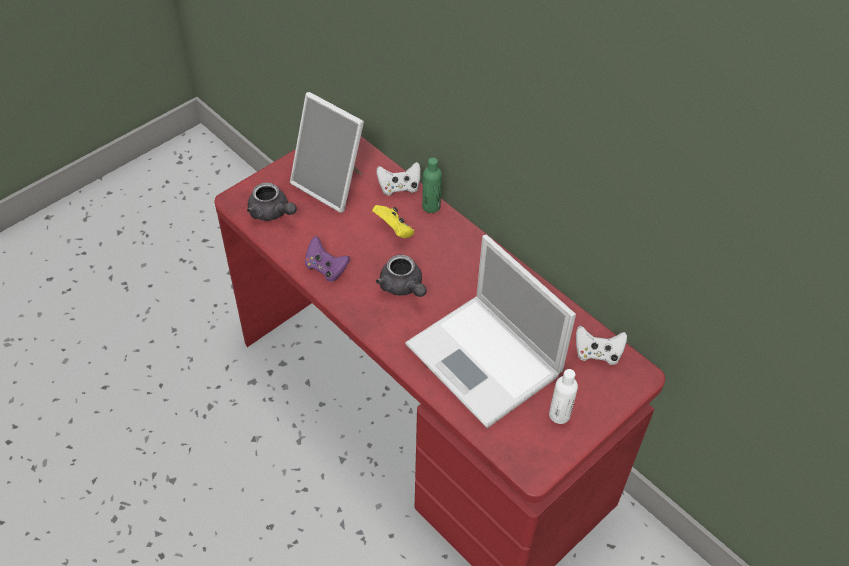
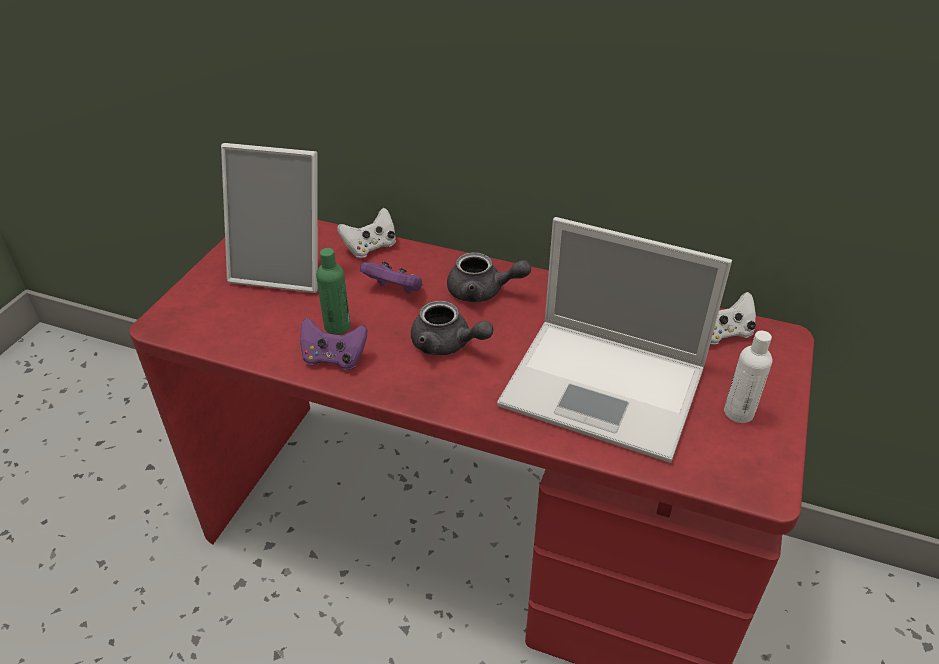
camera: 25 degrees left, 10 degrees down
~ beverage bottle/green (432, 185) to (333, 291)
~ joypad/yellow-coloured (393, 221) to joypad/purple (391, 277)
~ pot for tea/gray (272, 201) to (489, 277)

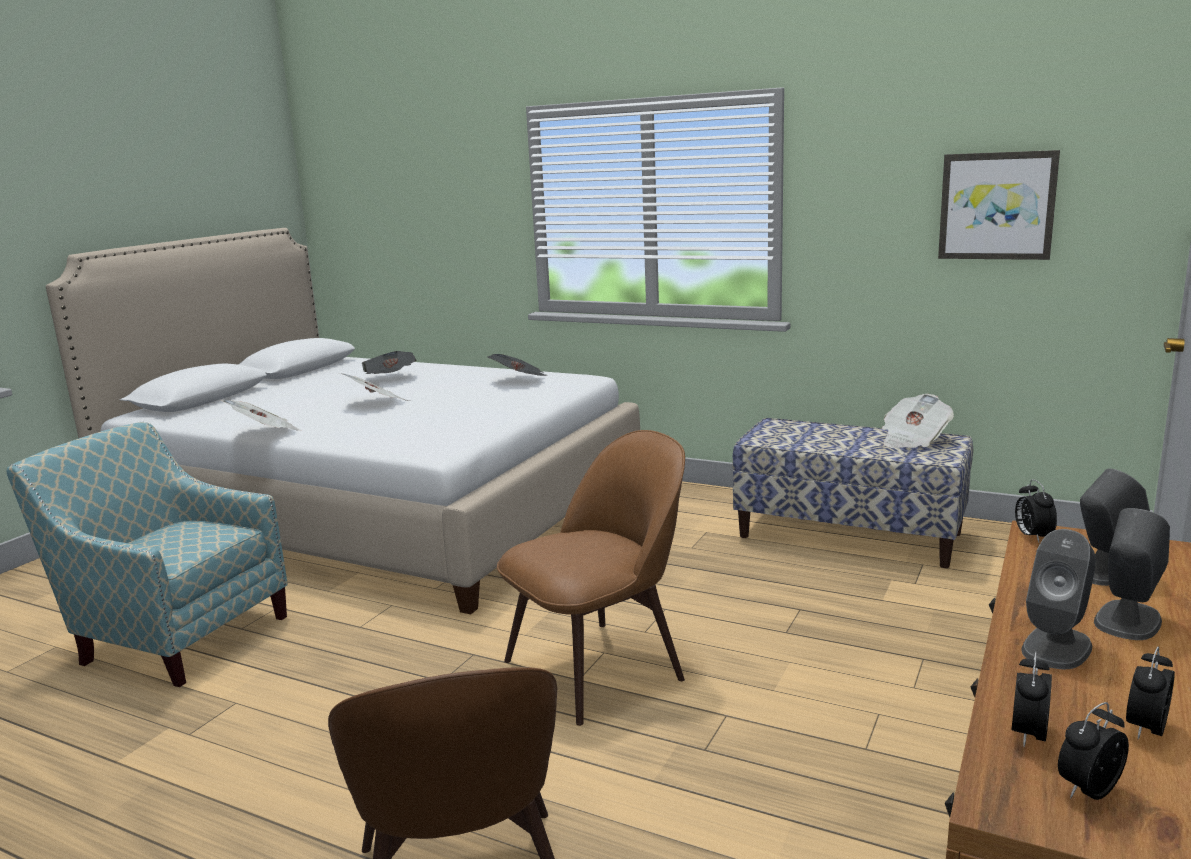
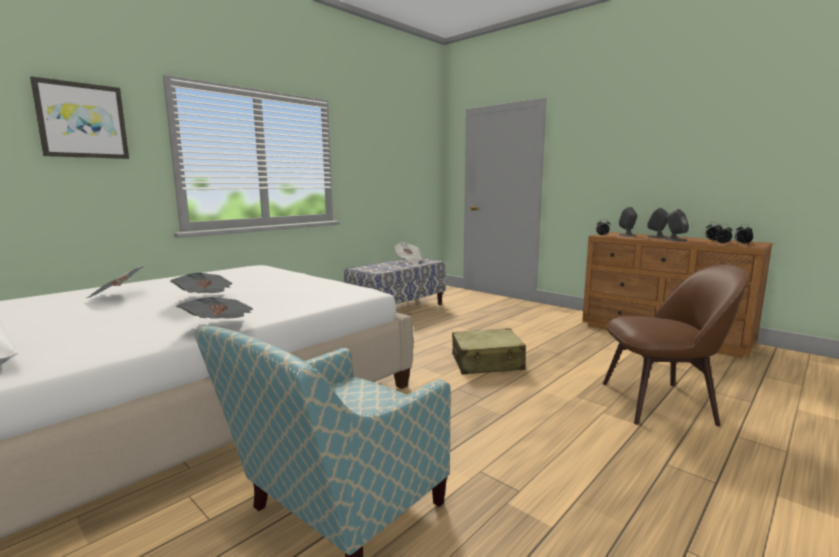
camera: 75 degrees left, 5 degrees down
~ wall art (999, 205) to (79, 117)
~ chair/brown-coloured (591, 578) to piece of luggage/beige-coloured (489, 351)
- daily paper (517, 365)

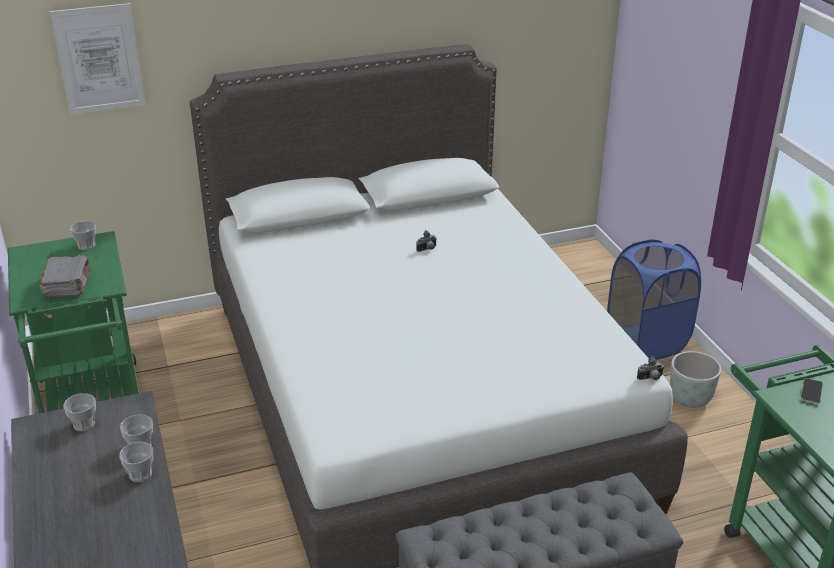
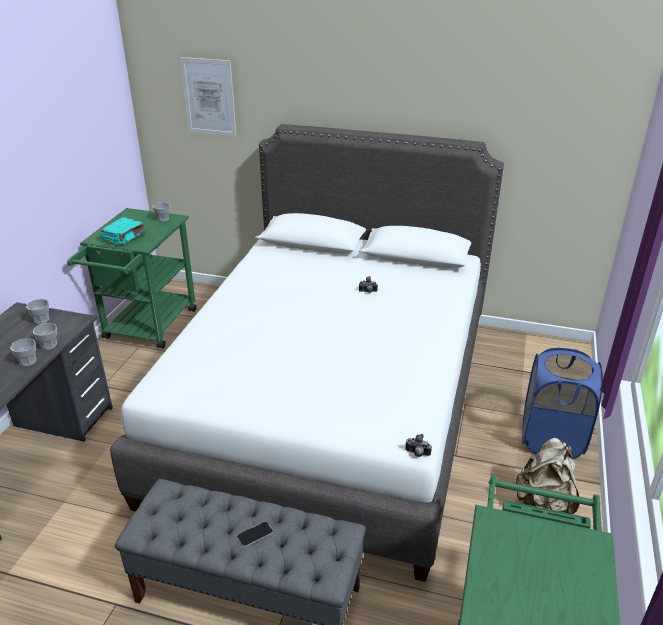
camera: 35 degrees right, 0 degrees up
~ volume/gray (65, 276) to volume/turquoise-coloured (123, 231)
~ phone (812, 391) to (255, 534)
~ flower pot/gray (695, 379) to knapsack/beige-coloured (546, 476)

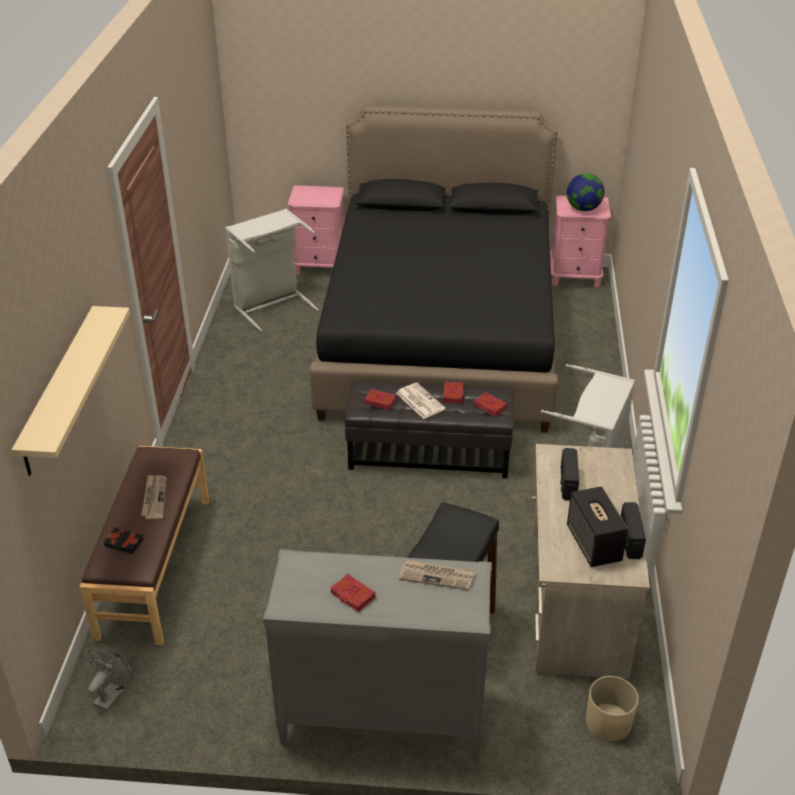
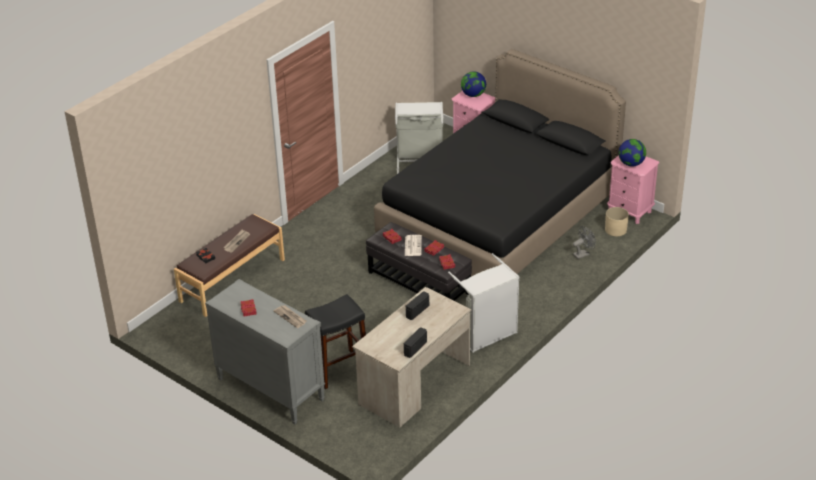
camera: 35 degrees right, 0 degrees up
+ world globe (473, 84)
~ electric fan/gray (110, 679) to (584, 242)
~ flower pot/beige-coloured (612, 708) to (617, 221)
- bracket shelf/beige-coloured (71, 391)
- speaker (597, 526)

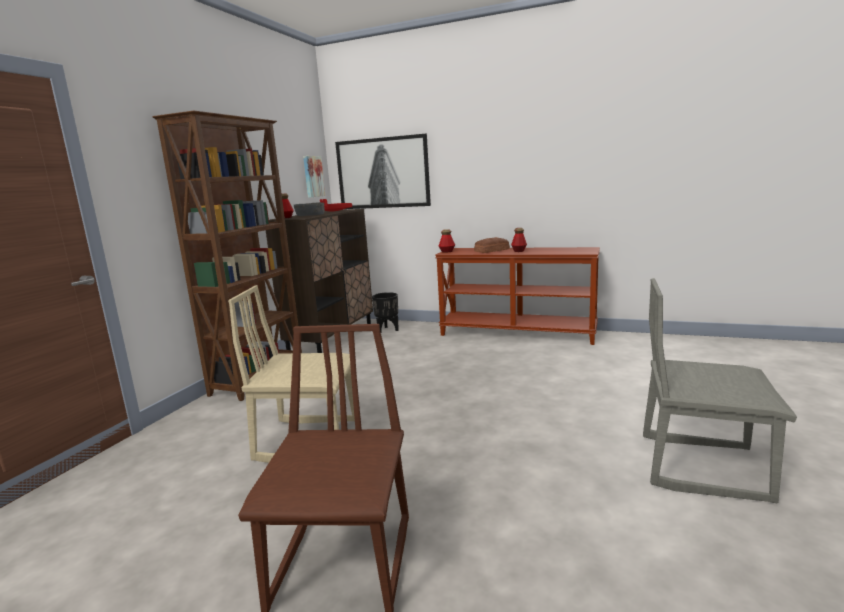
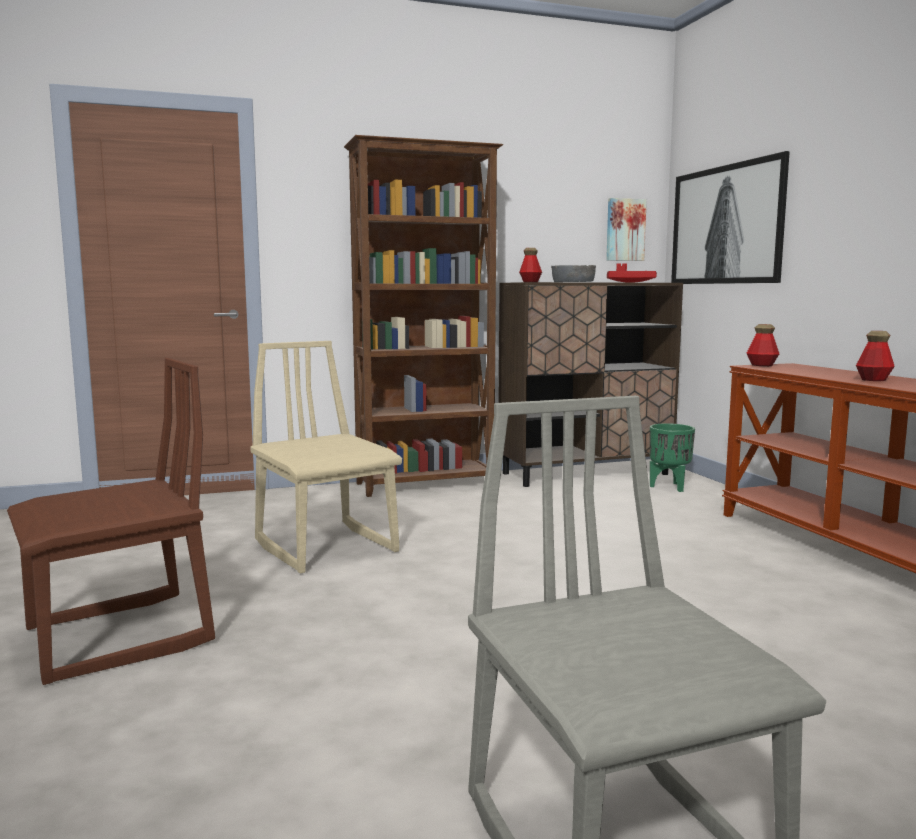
camera: 50 degrees right, 5 degrees down
~ flower pot/blackish (385, 312) to flower pot/green (672, 457)
- bakery bread (492, 245)

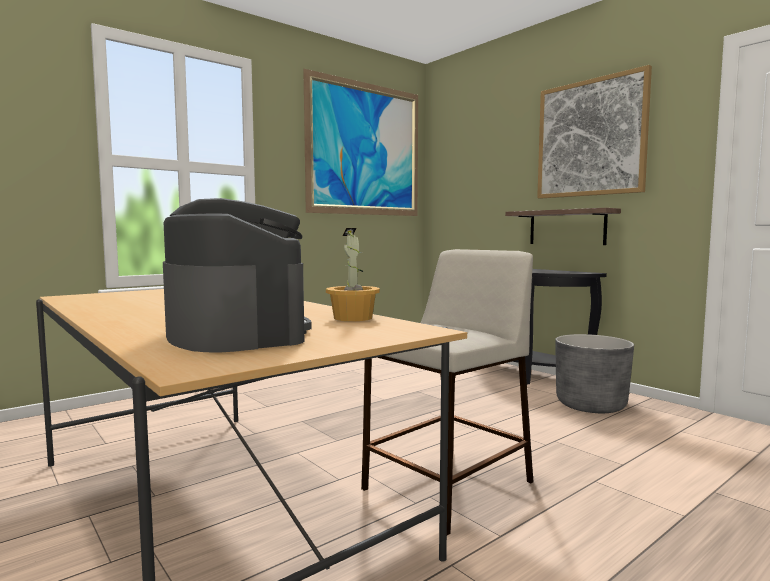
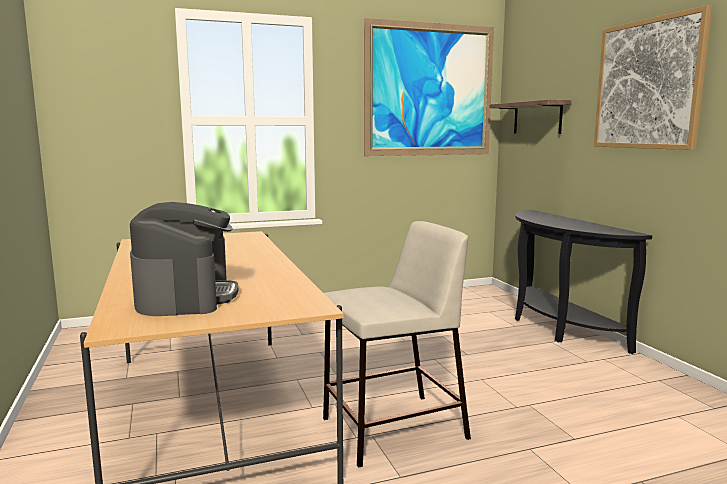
camera: 20 degrees right, 5 degrees up
~ bracket shelf (563, 226) to (530, 117)
- plant in a pot (353, 274)
- flower pot/gray (594, 373)

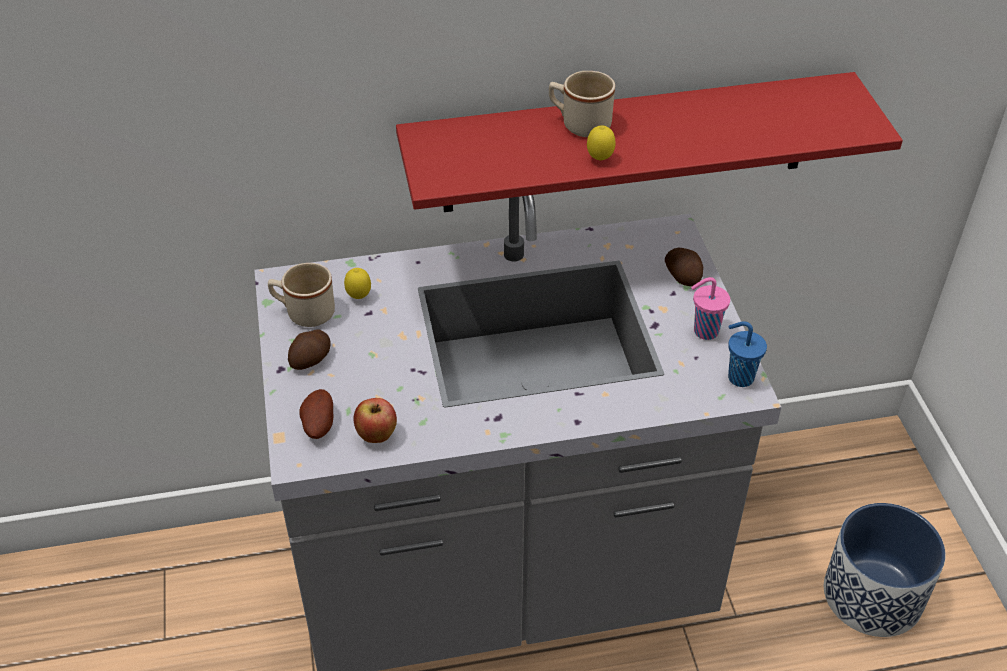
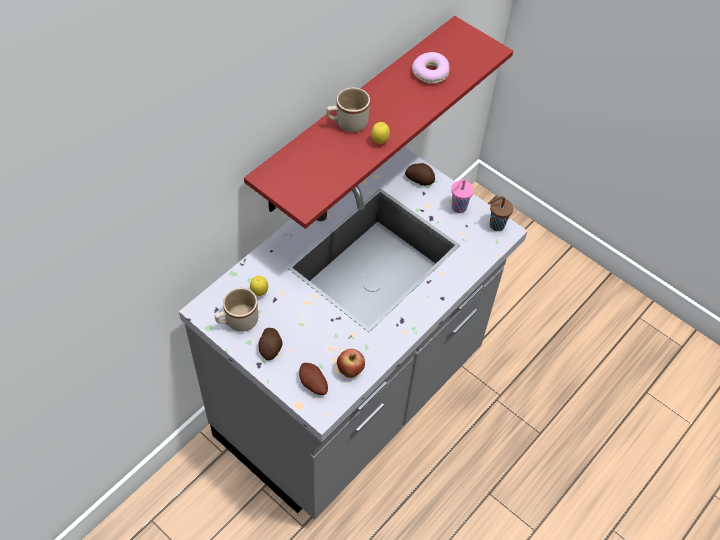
camera: 40 degrees left, 10 degrees up
+ ring doughnut (431, 68)
~ cup/blue (747, 354) to cup/brown-coloured (501, 213)
- flower pot (885, 570)

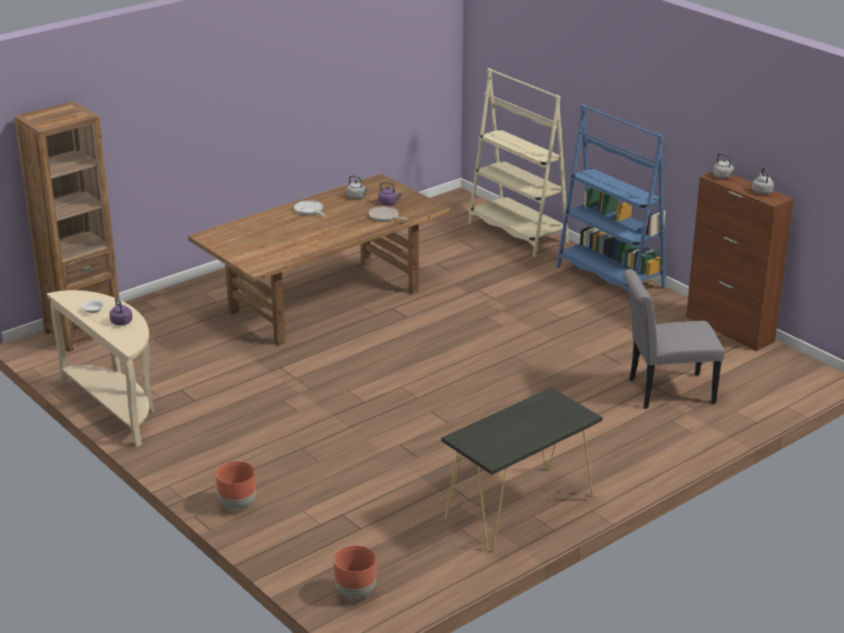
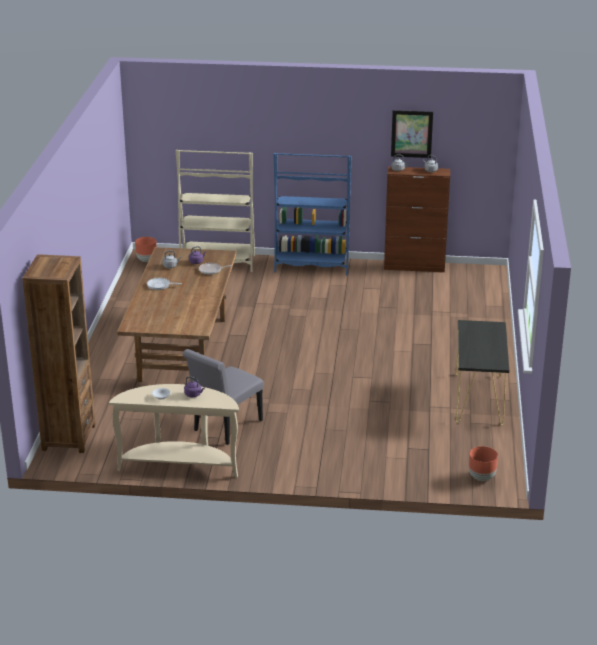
camera: 45 degrees left, 0 degrees up
~ flower pot/brown-coloured (236, 485) to (146, 249)
~ chair/gray (673, 339) to (223, 397)
+ wall art (412, 134)

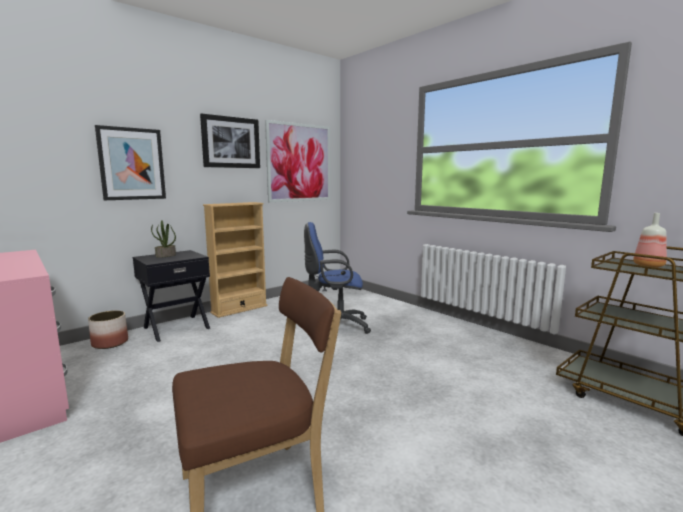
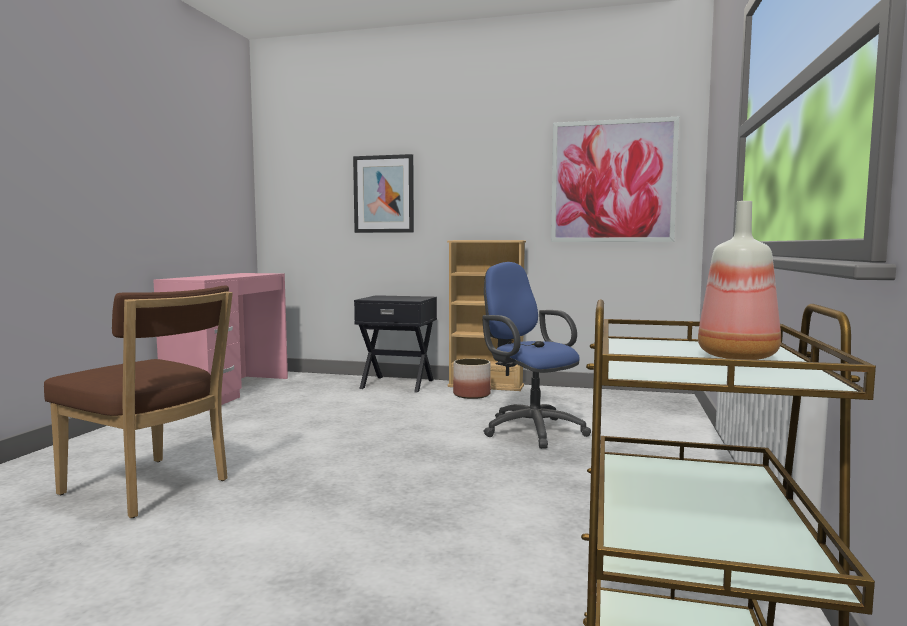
camera: 55 degrees right, 5 degrees down
~ flower pot (108, 329) to (472, 378)
- plant in a pot (163, 239)
- wall art (230, 140)

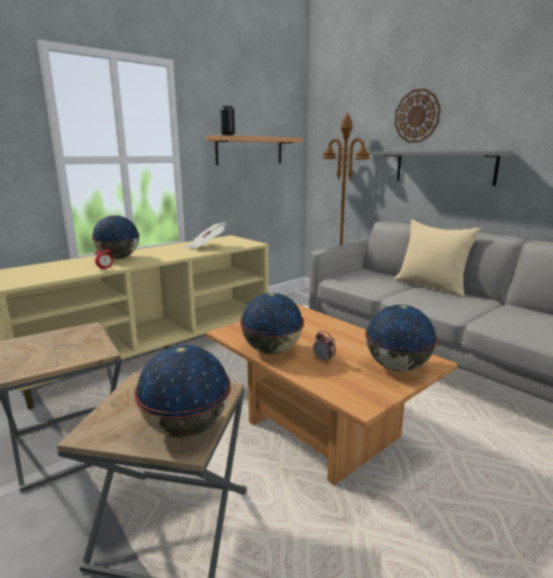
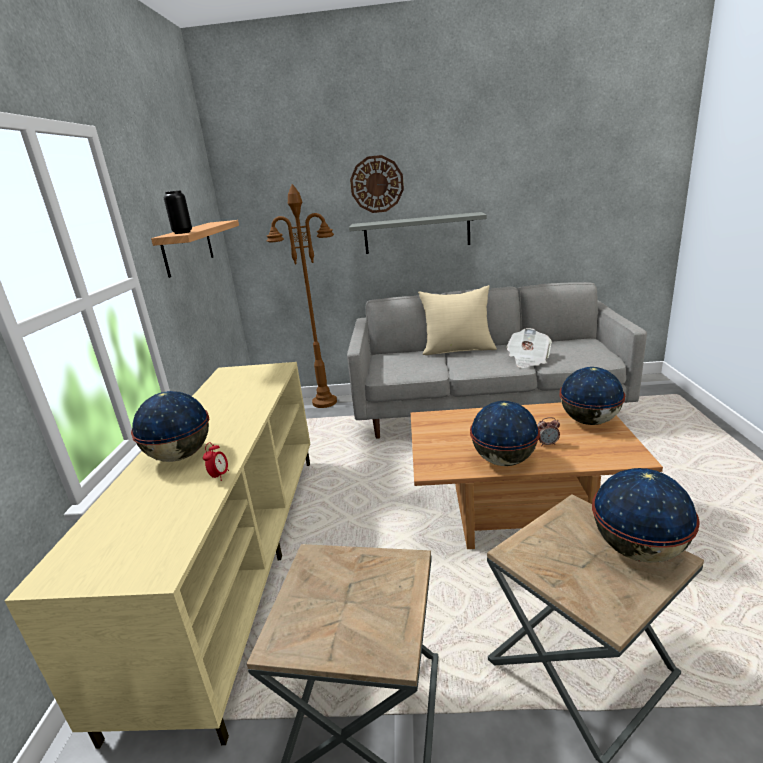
camera: 45 degrees left, 5 degrees up
~ daily paper (205, 235) to (529, 348)

